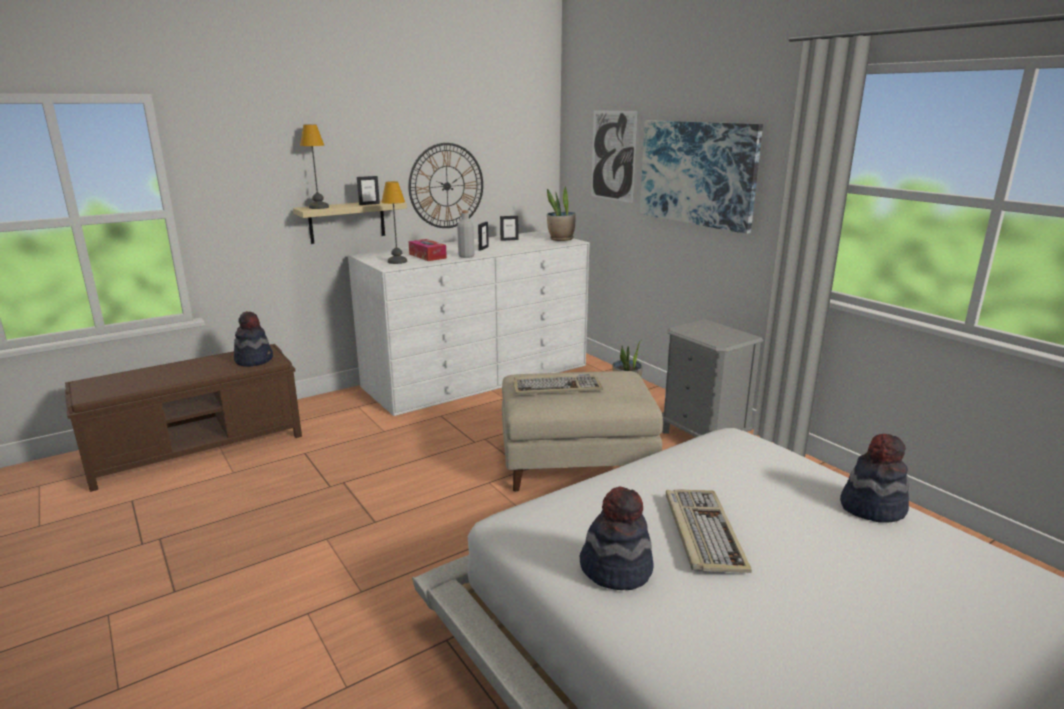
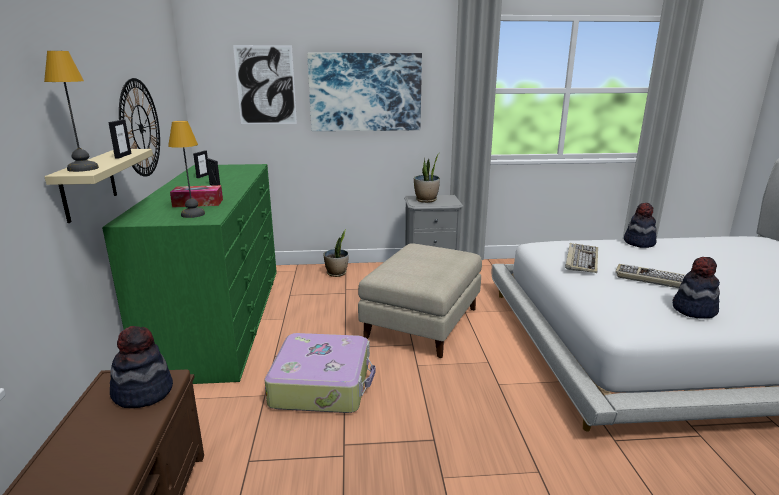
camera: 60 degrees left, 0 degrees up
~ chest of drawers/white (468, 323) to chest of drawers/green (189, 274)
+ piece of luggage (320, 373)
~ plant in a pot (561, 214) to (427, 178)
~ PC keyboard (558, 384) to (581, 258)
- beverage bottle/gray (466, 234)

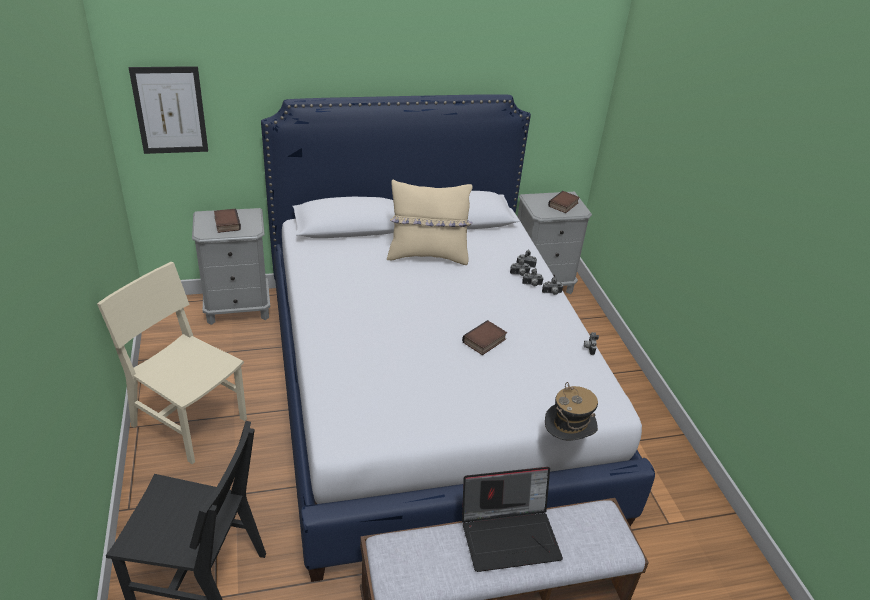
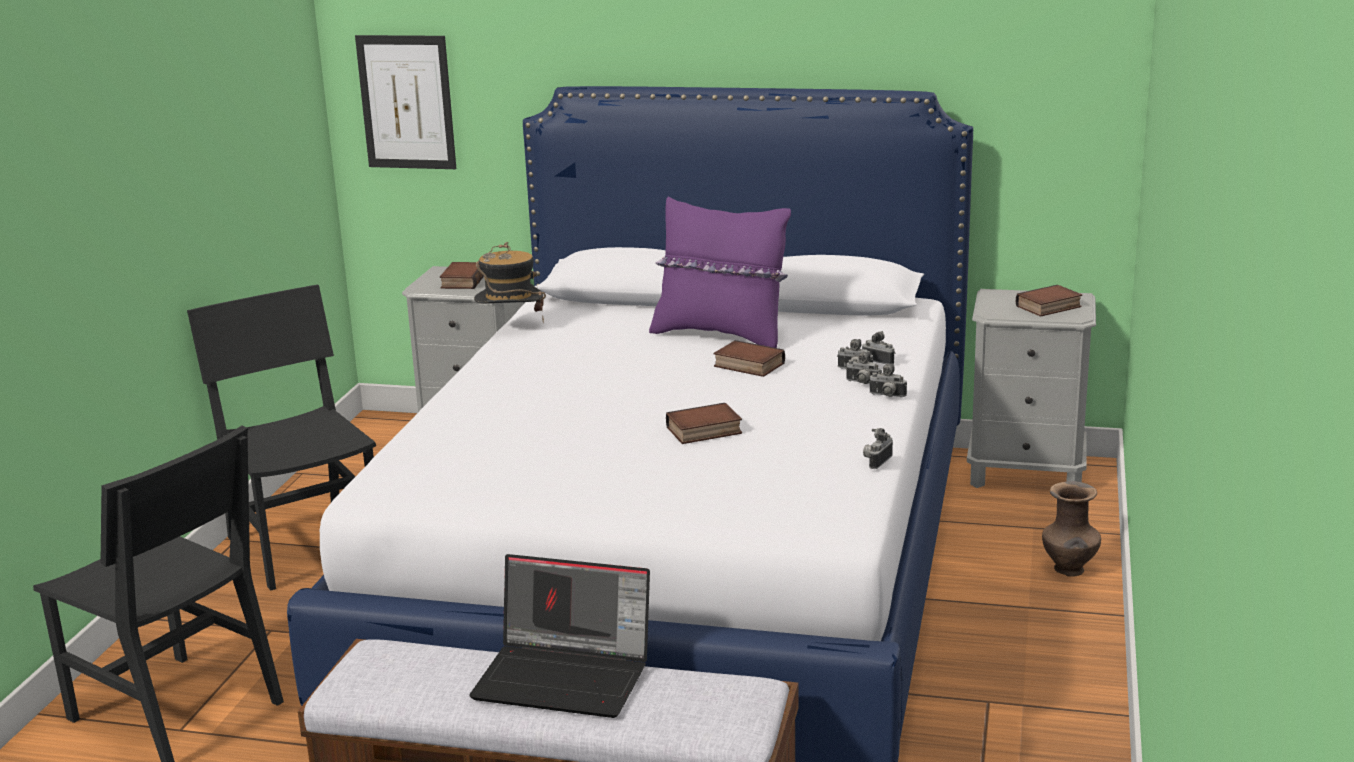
camera: 30 degrees right, 15 degrees down
~ chair/beige-coloured (172, 363) to chair/blackish (281, 438)
~ hat (571, 411) to (510, 282)
~ throw pillow/beige-coloured (429, 222) to throw pillow/purple (720, 272)
+ volume (749, 358)
+ vase/brown-coloured (1071, 529)

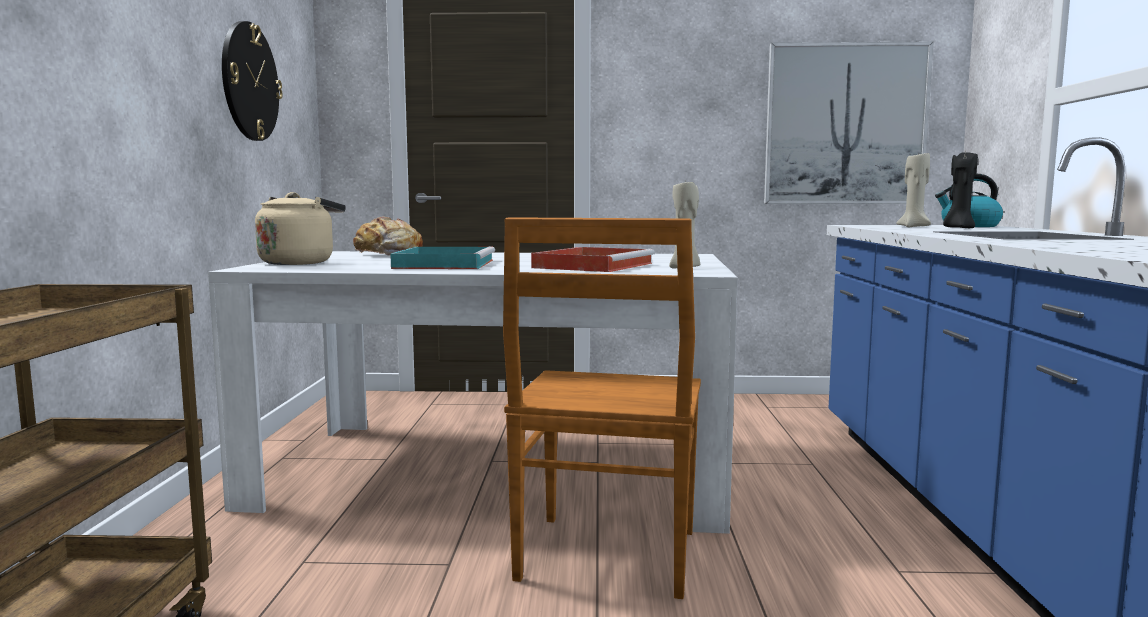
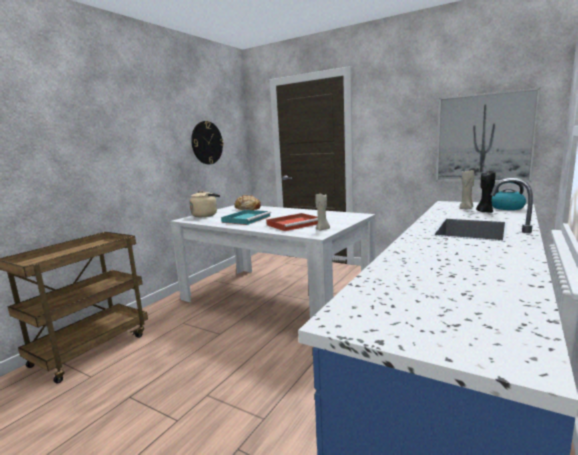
camera: 30 degrees right, 5 degrees up
- chair/brown-coloured (602, 408)

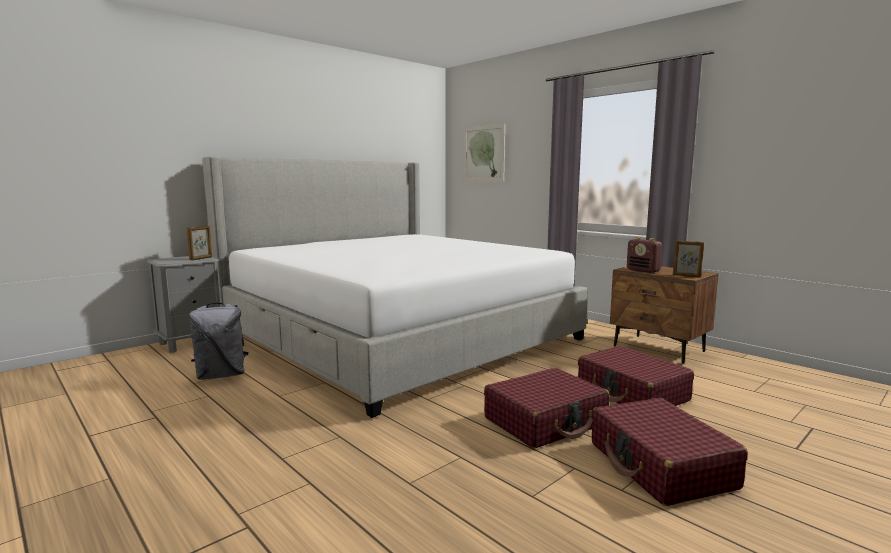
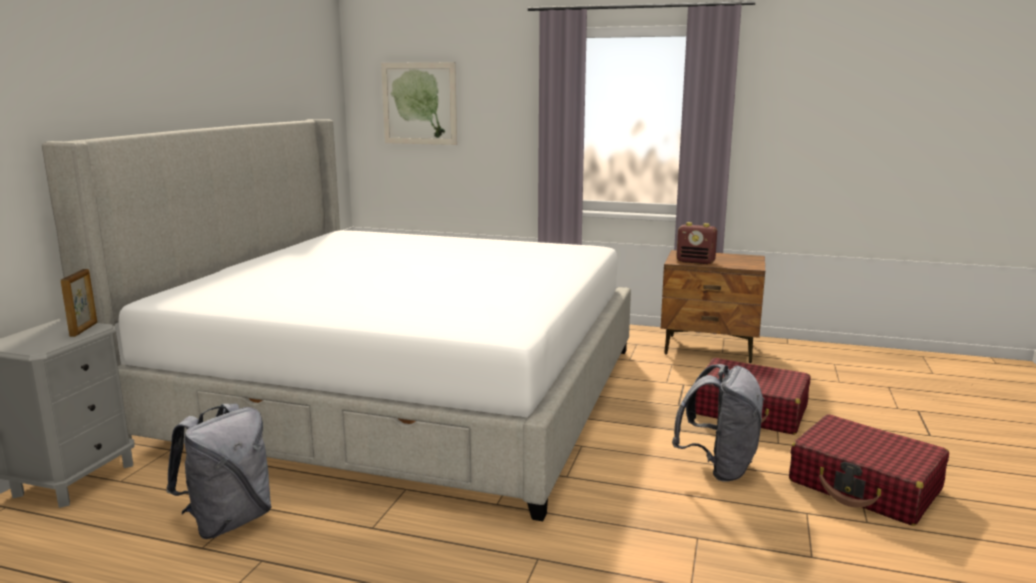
camera: 30 degrees left, 5 degrees up
~ piece of luggage/red (546, 408) to knapsack/gray (718, 423)
- photo frame (689, 259)

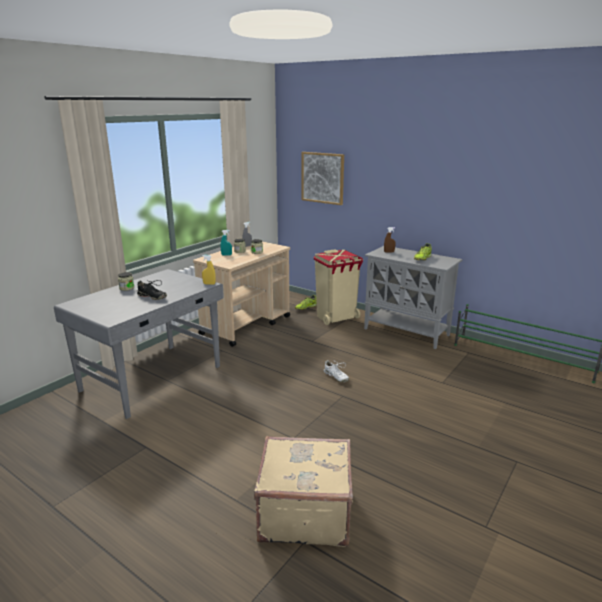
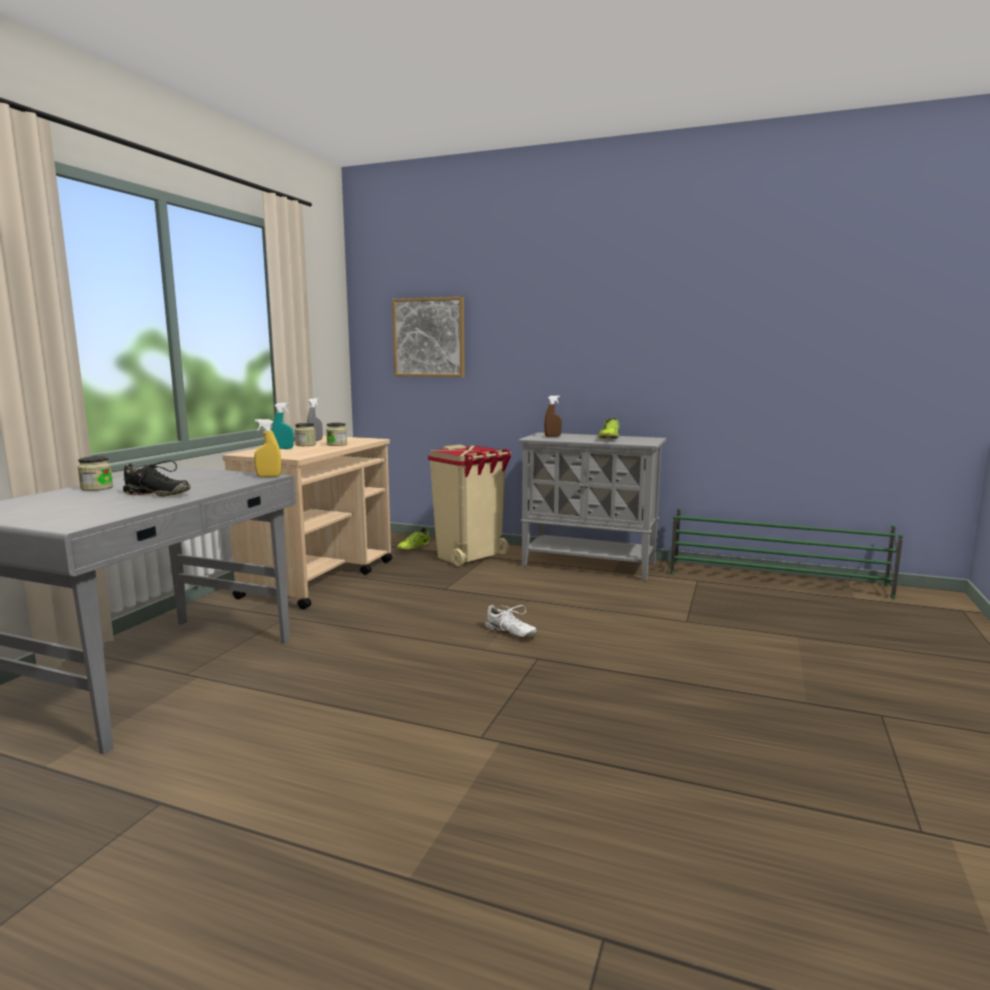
camera: 15 degrees left, 10 degrees down
- piece of luggage/beige-coloured (303, 491)

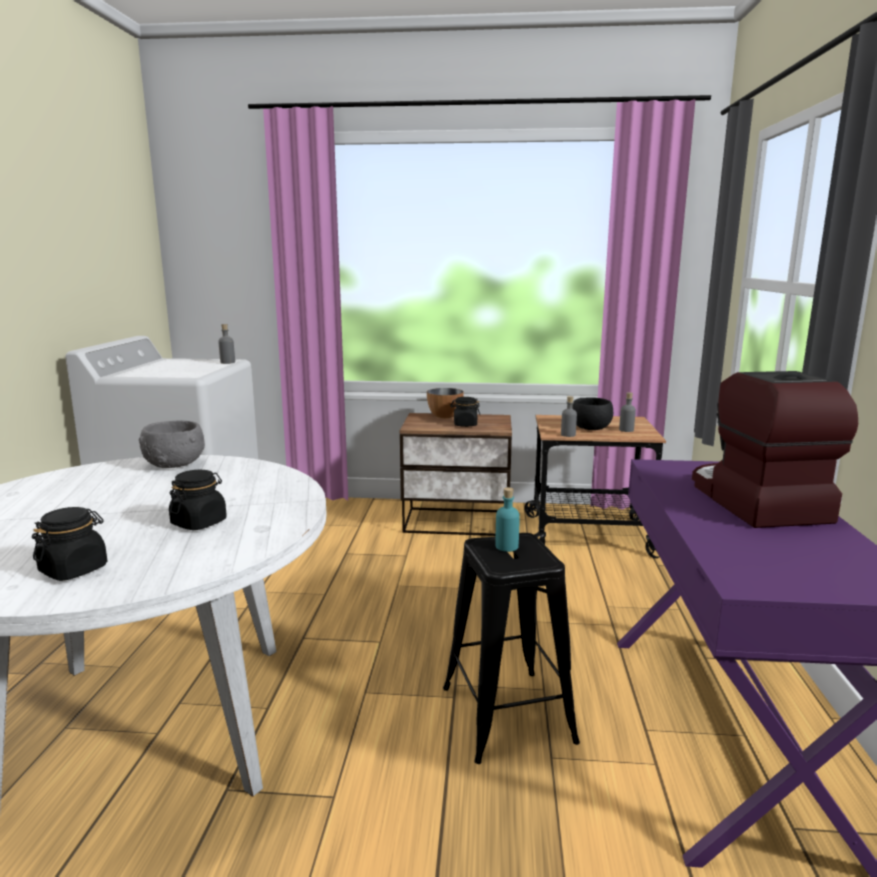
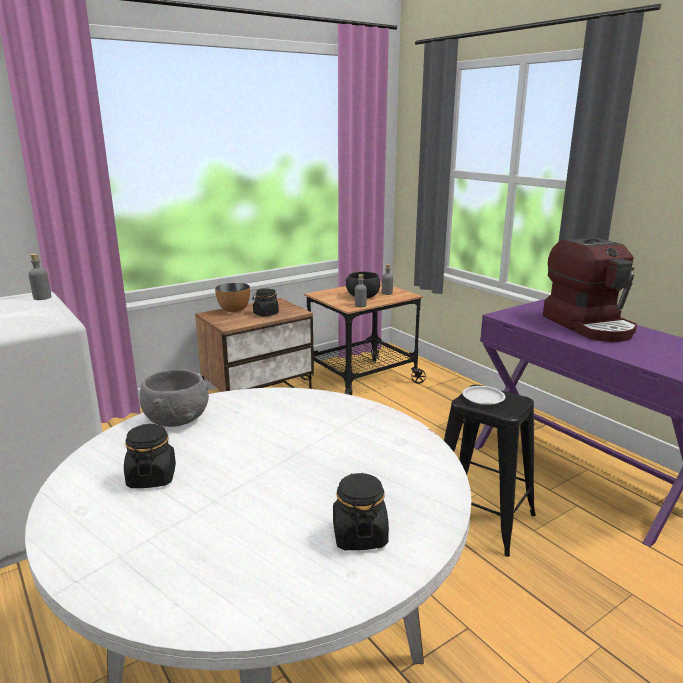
camera: 40 degrees left, 5 degrees up
~ storage jar/blackish (198, 500) to (150, 456)
~ beverage bottle/turquoise-coloured (507, 519) to dinner plate/white (484, 395)
~ coffee brewer (775, 449) = (590, 289) 150 degrees counterclockwise

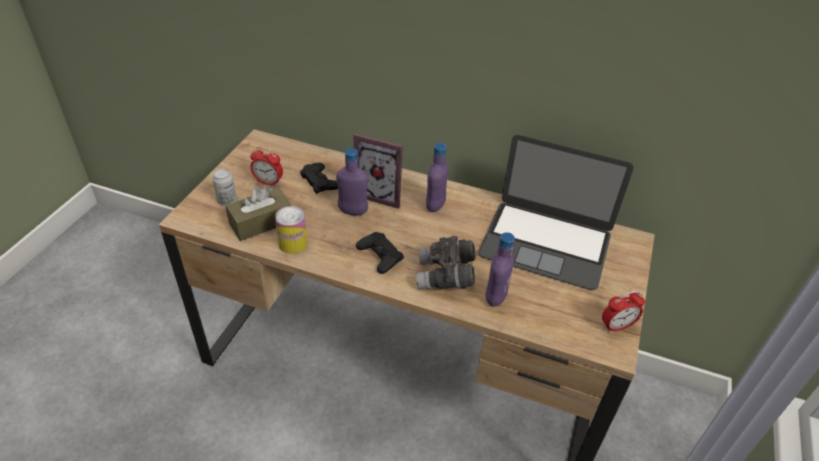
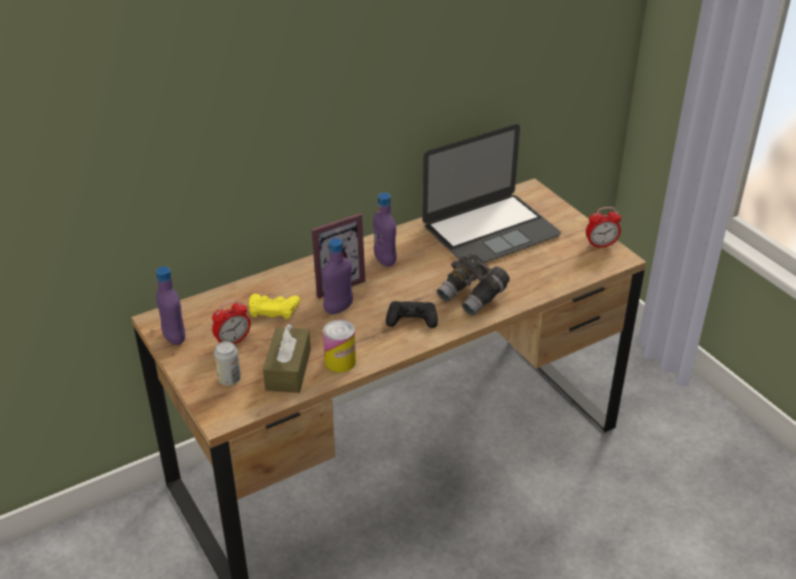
camera: 50 degrees left, 5 degrees down
~ beverage bottle/purple (500, 269) to (170, 305)
~ joypad/blackish (319, 178) to joypad/yellow-coloured (274, 306)
~ bedside clock (623, 312) = (603, 227) 60 degrees clockwise

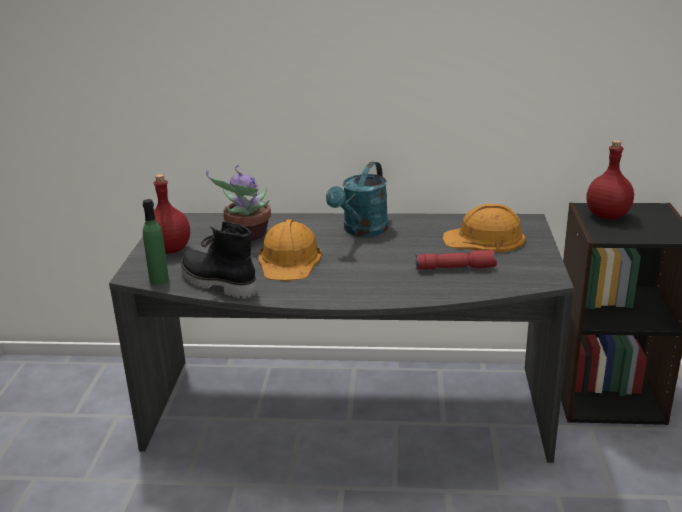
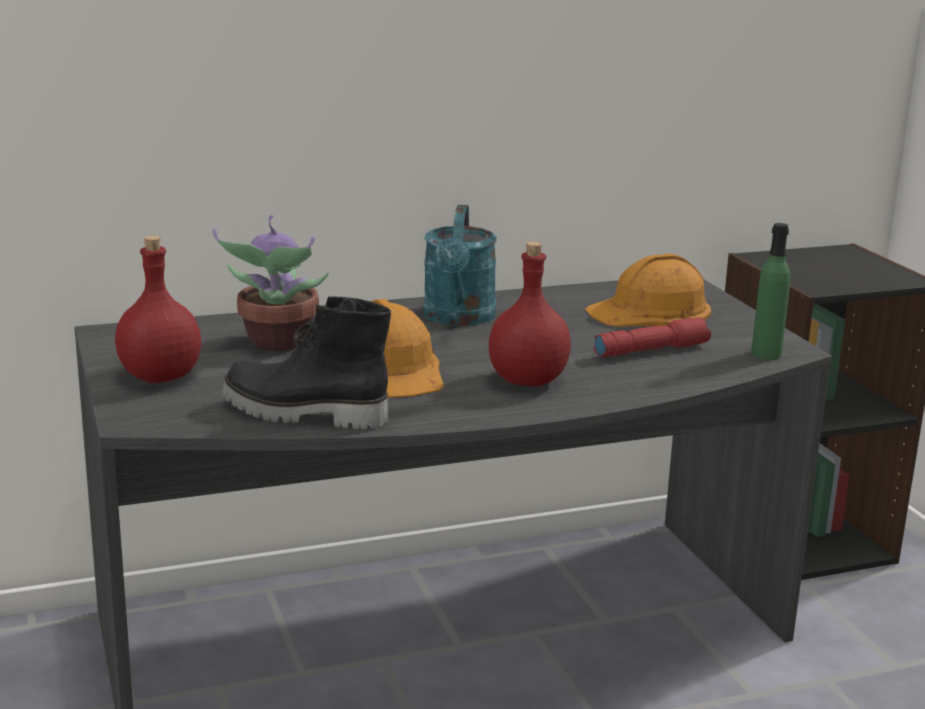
camera: 25 degrees left, 5 degrees down
~ beverage bottle/red (610, 179) to (529, 314)
~ beverage bottle/green (156, 242) to (770, 291)

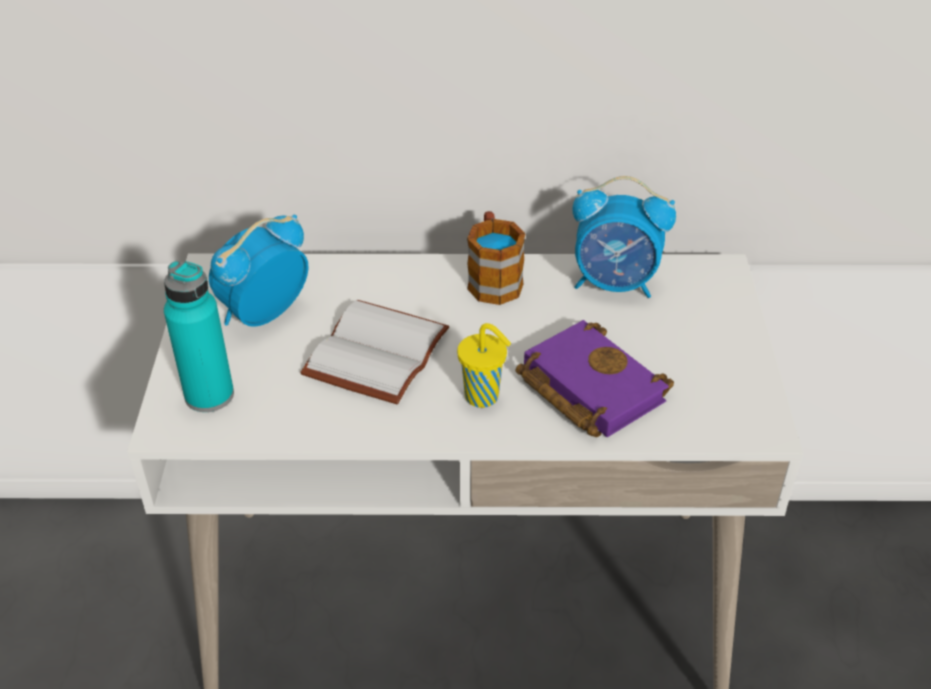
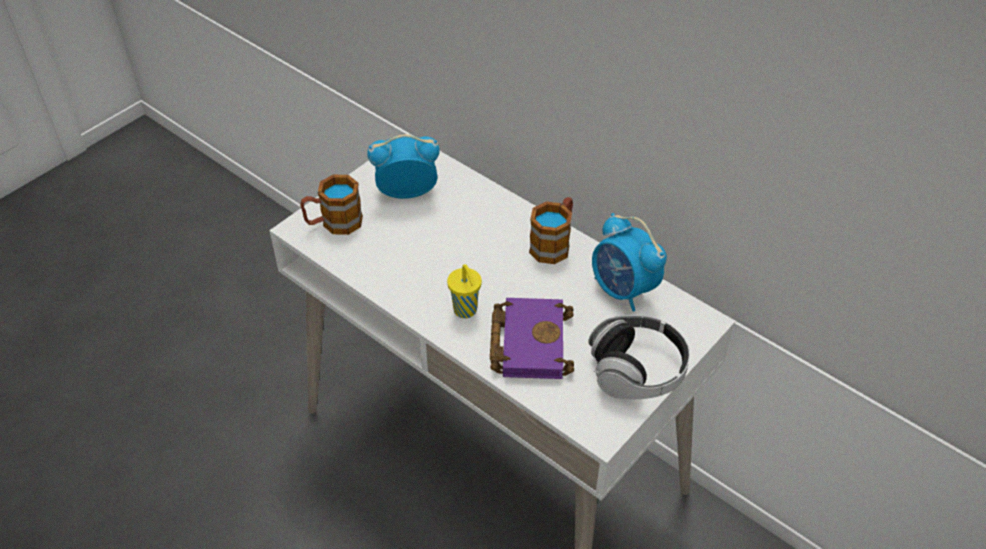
camera: 40 degrees right, 5 degrees up
~ beverage bottle/turquoise-coloured (199, 336) to tea mug (331, 205)
+ headphones (639, 357)
- volume/white (374, 352)

